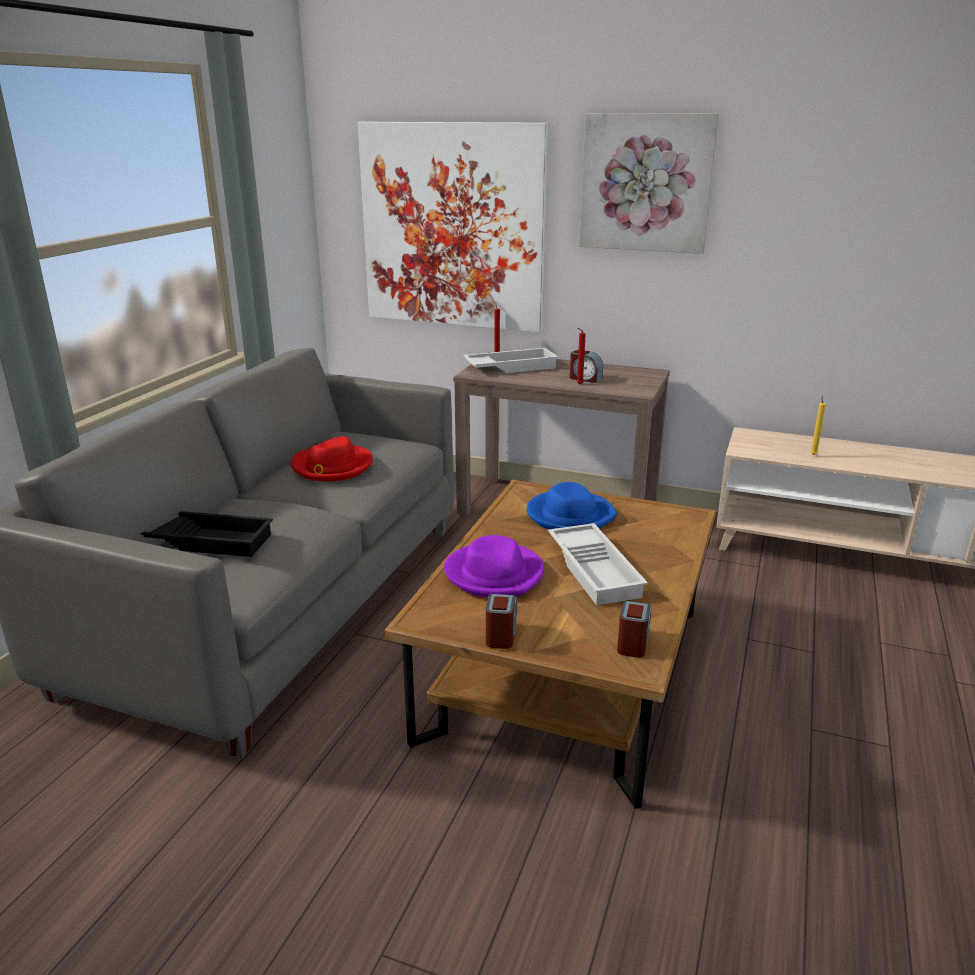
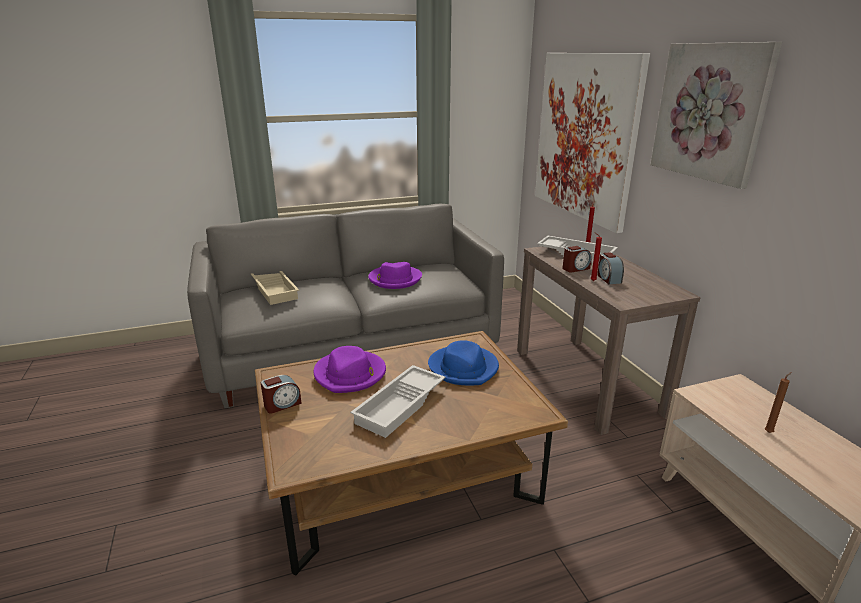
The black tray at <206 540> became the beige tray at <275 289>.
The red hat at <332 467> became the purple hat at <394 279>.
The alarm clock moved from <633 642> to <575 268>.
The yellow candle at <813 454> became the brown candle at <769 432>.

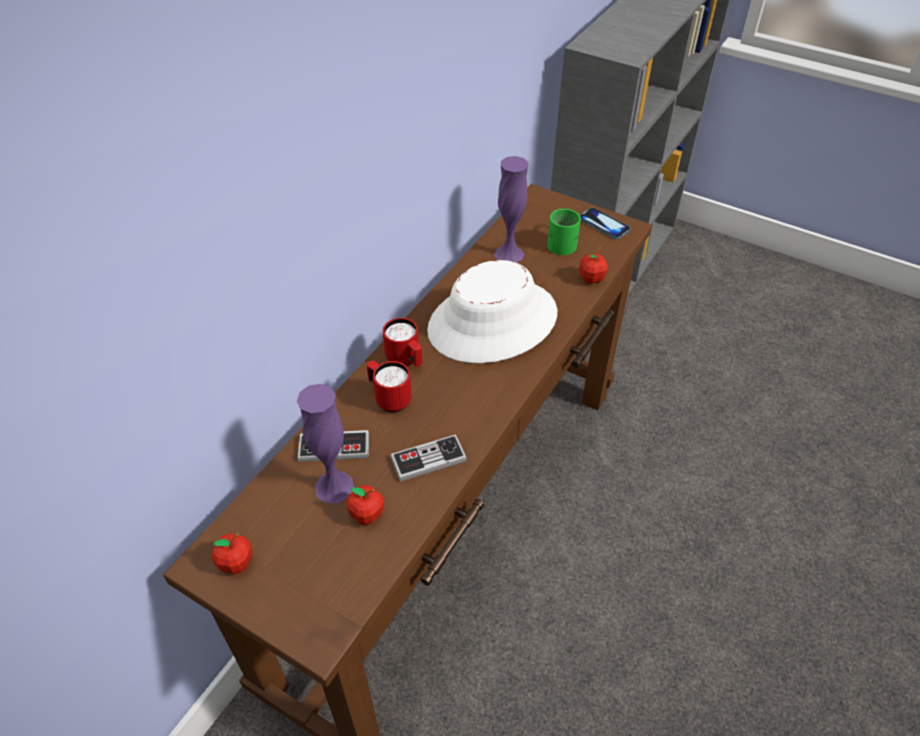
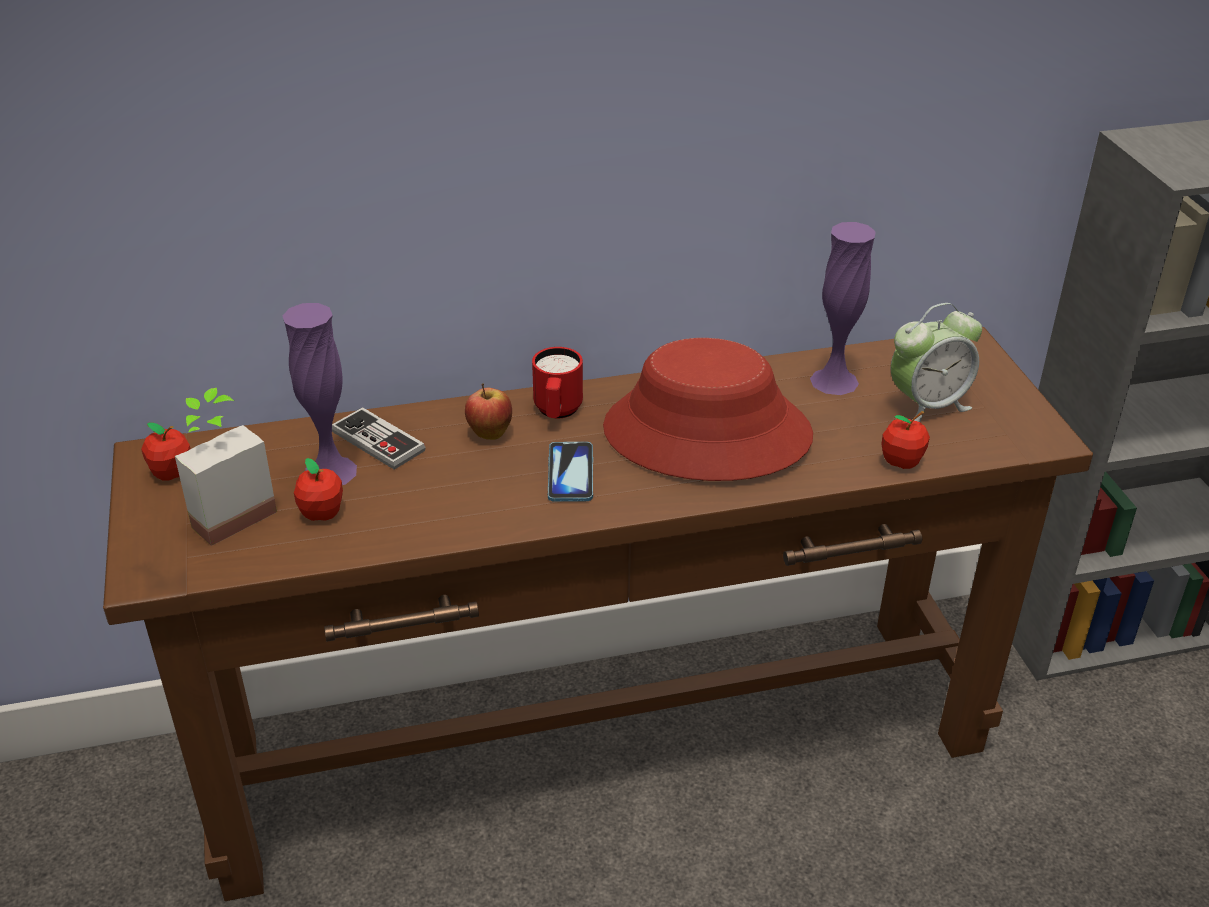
The red mug at <389 399> was replaced by the apple at <489 434>.
The game controller at <428 459> disappeared.
The white hat at <493 322> became the red hat at <706 434>.
The green mug at <563 242> was replaced by the alarm clock at <927 406>.
The phone moved from <604 224> to <570 473>.
The potted plant at <225 512> appeared.

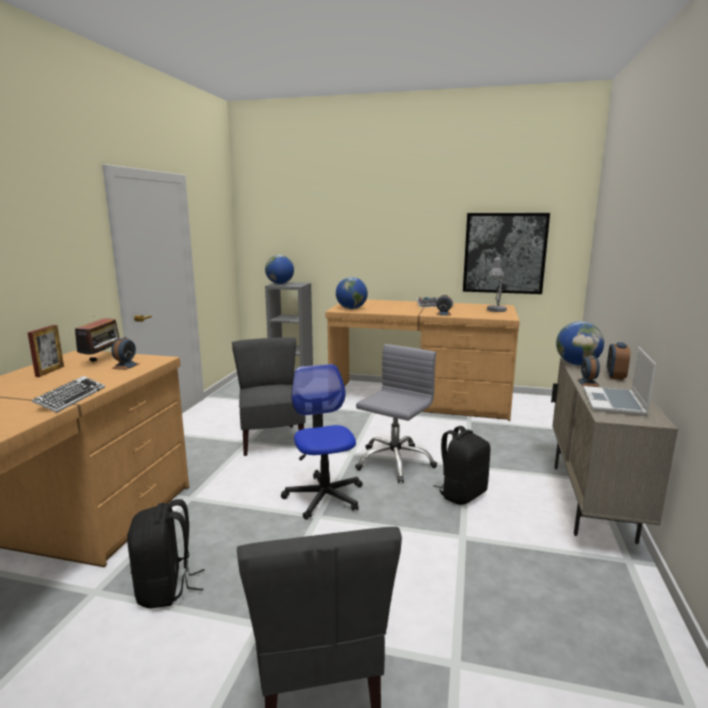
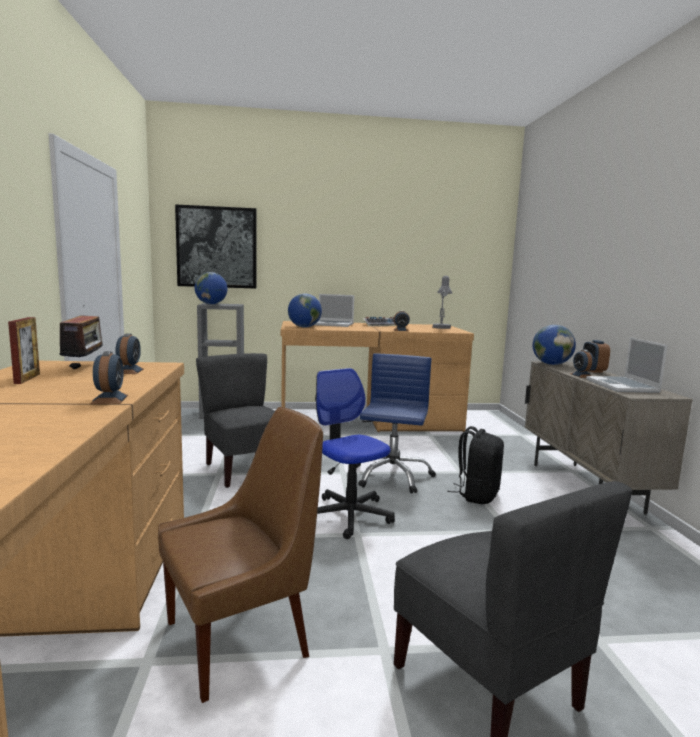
The keyboard at <71 398> was replaced by the alarm clock at <110 399>.
The black backpack at <166 588> was replaced by the brown chair at <242 637>.
The grey office chair at <394 462> became the blue office chair at <391 476>.
The picture moved from <504 253> to <217 247>.
The laptop at <333 324> appeared.

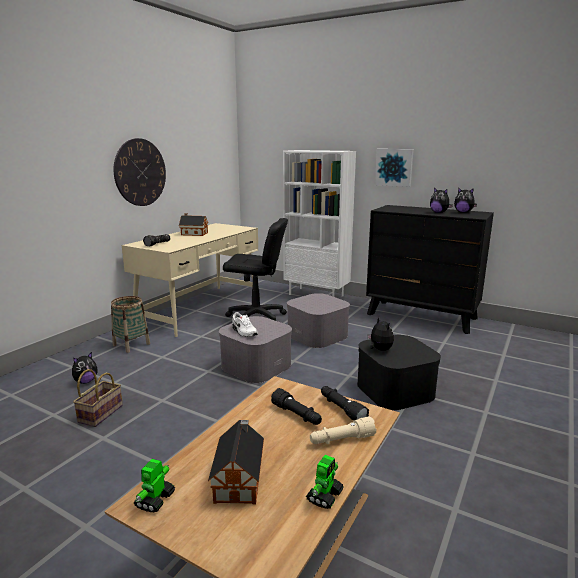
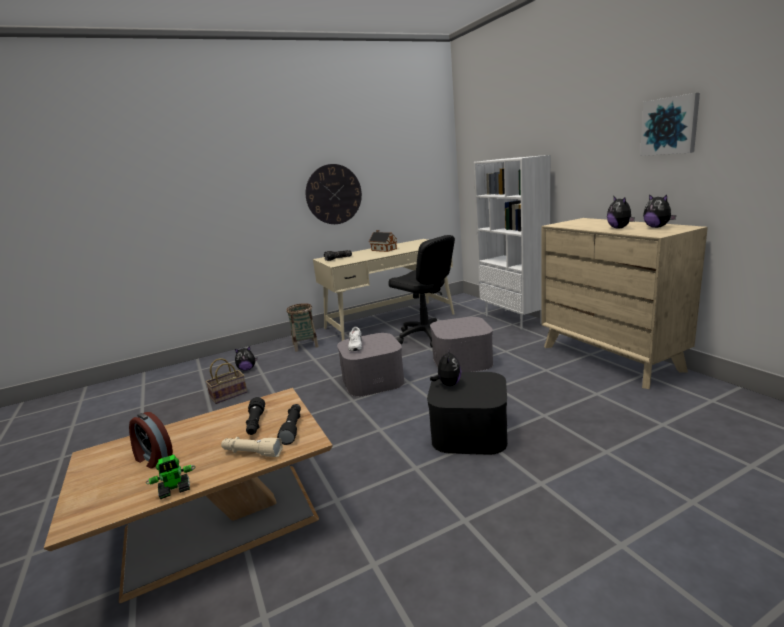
The toy robot at <155 500> disappeared.
The toy house at <239 478> was replaced by the alarm clock at <153 458>.
The black dresser at <421 316> became the beige dresser at <609 358>.
The picture moved from <394 167> to <670 126>.

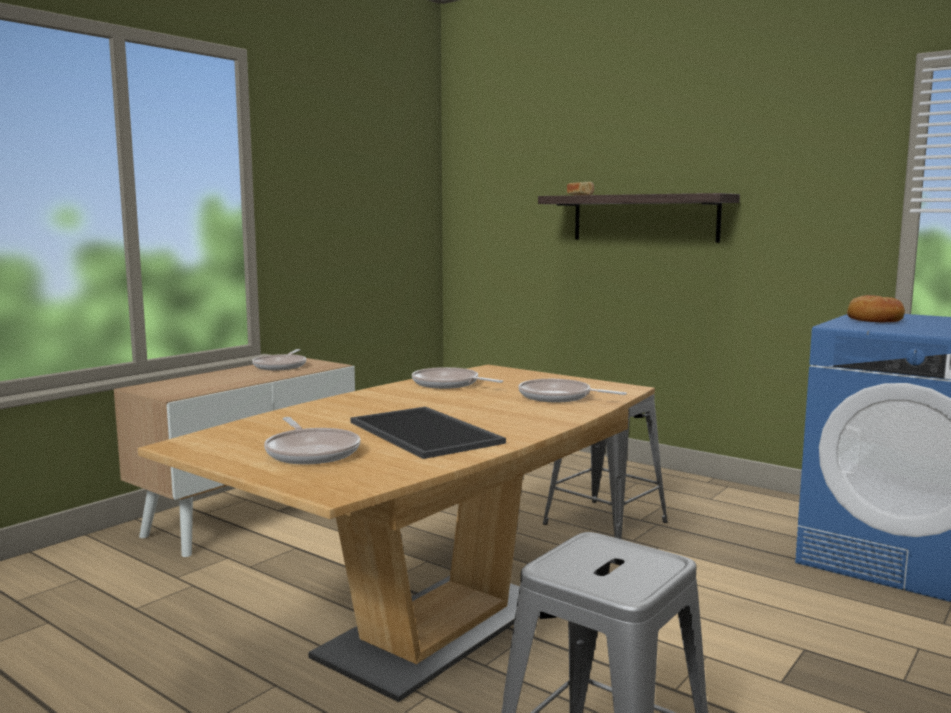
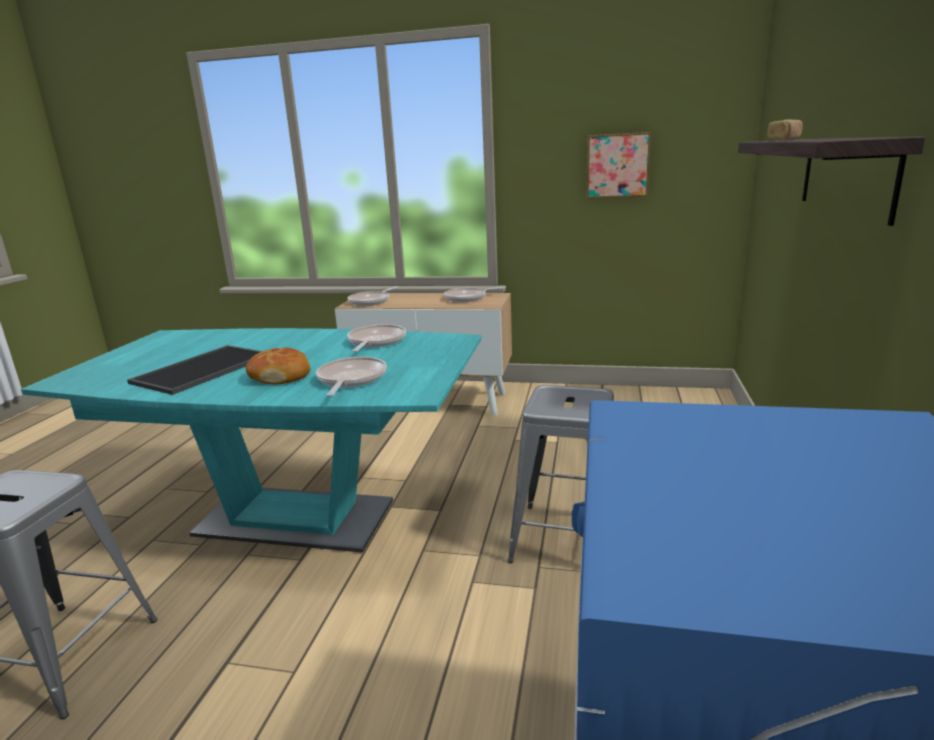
The brown dining table at <436 629> became the turquoise dining table at <295 518>.
The frying pan moved from <311 452> to <371 301>.
The bread moved from <874 320> to <280 376>.
The picture at <617 166> appeared.

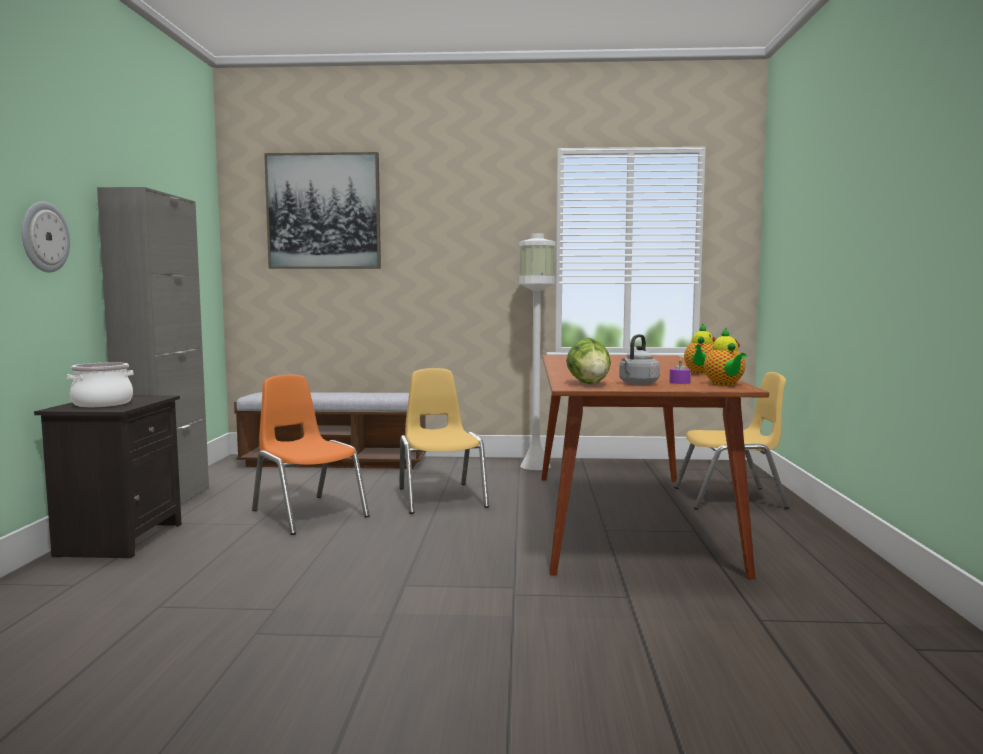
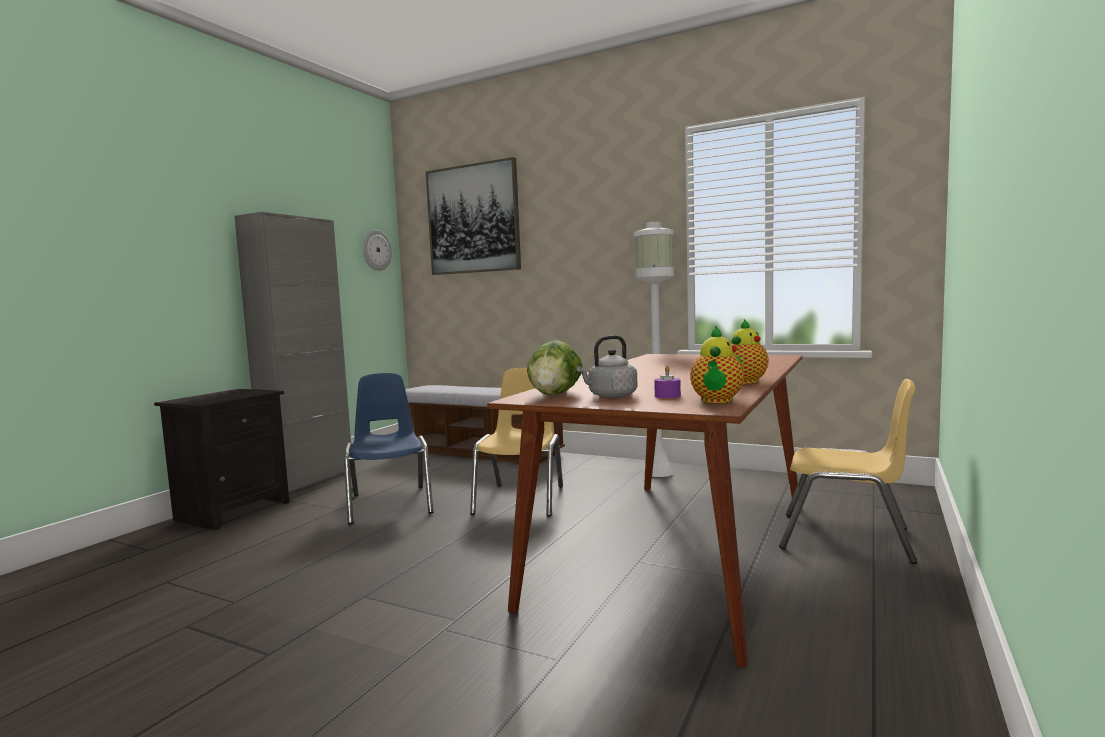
The wall clock moved from <44 237> to <376 250>.
The cooking pot at <102 404> disappeared.
The orange chair at <308 514> became the blue chair at <390 504>.

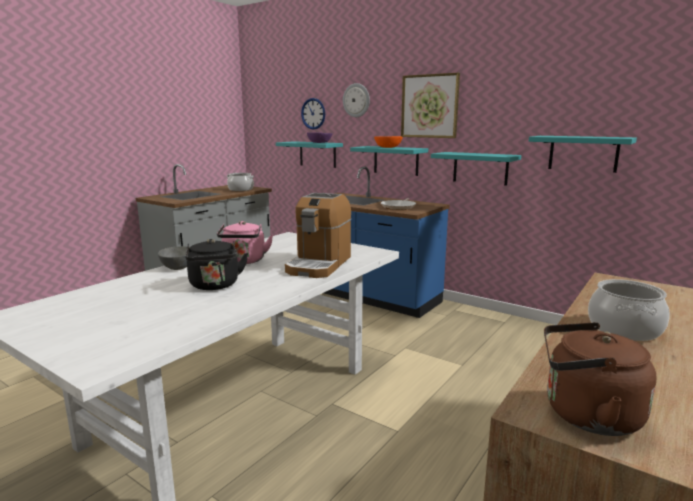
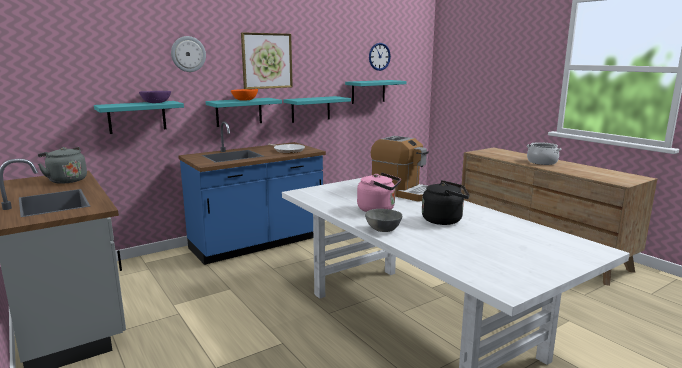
The cooking pot at <241 189> was replaced by the grey kettle at <66 180>.
The wall clock moved from <313 113> to <379 56>.
The brown kettle at <586 415> disappeared.

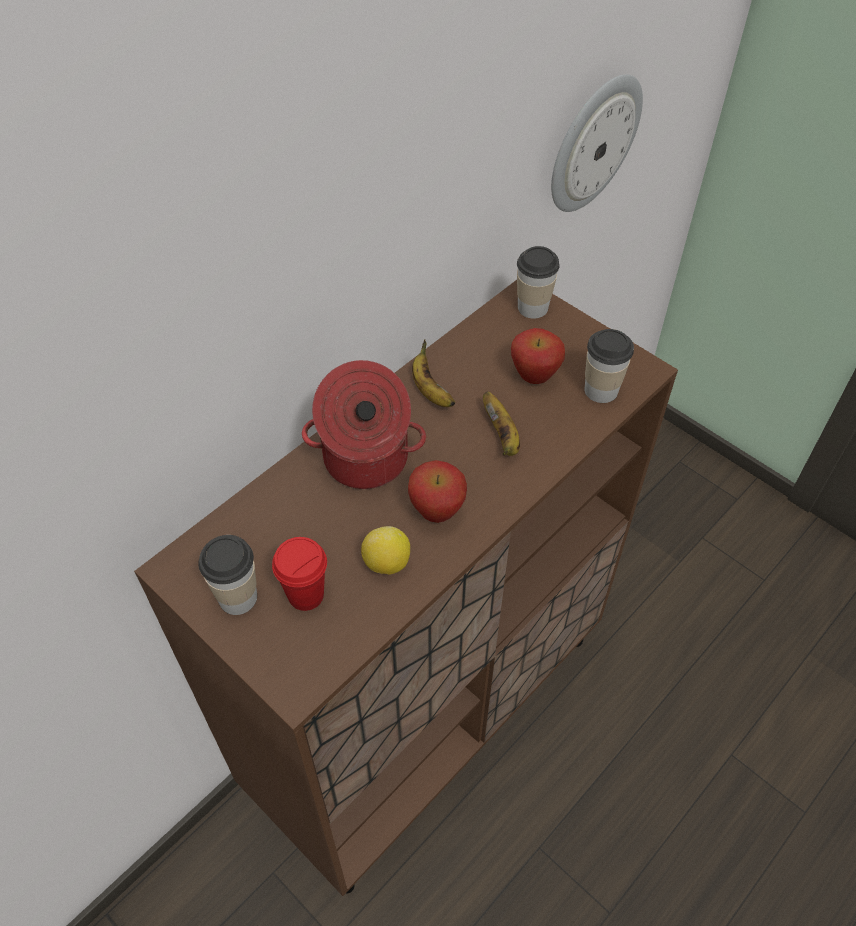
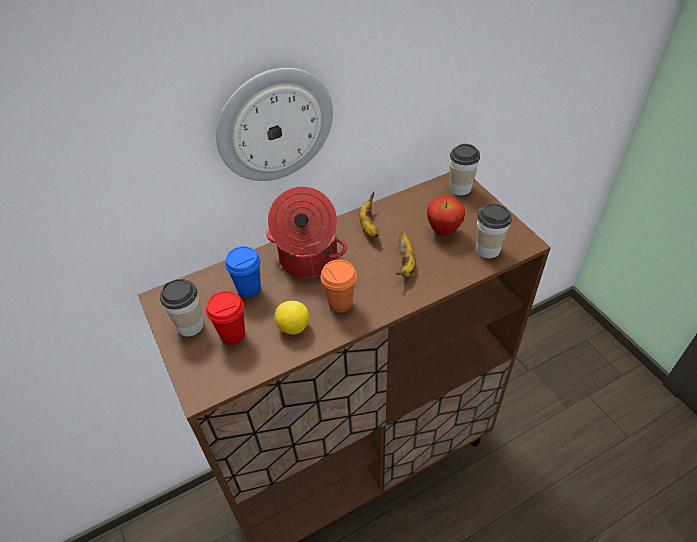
The apple at <437 512> was replaced by the orange cup at <340 303>.
The wall clock moved from <593 143> to <274 125>.
The blue cup at <249 289> appeared.

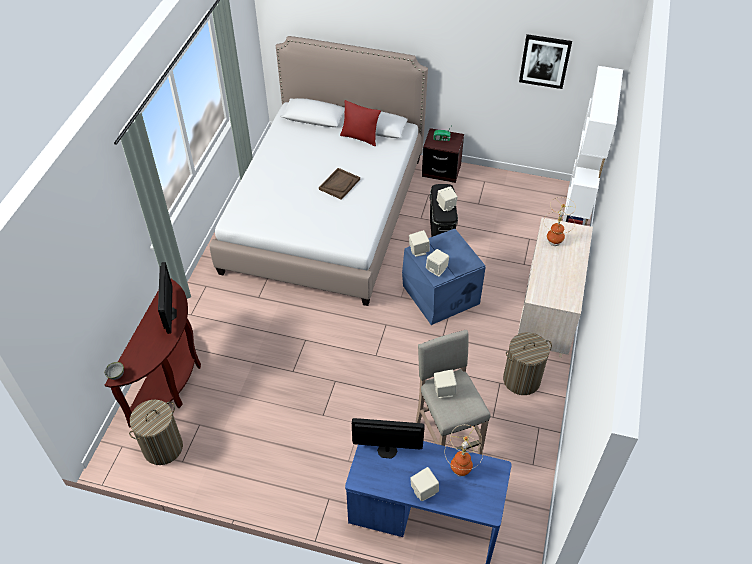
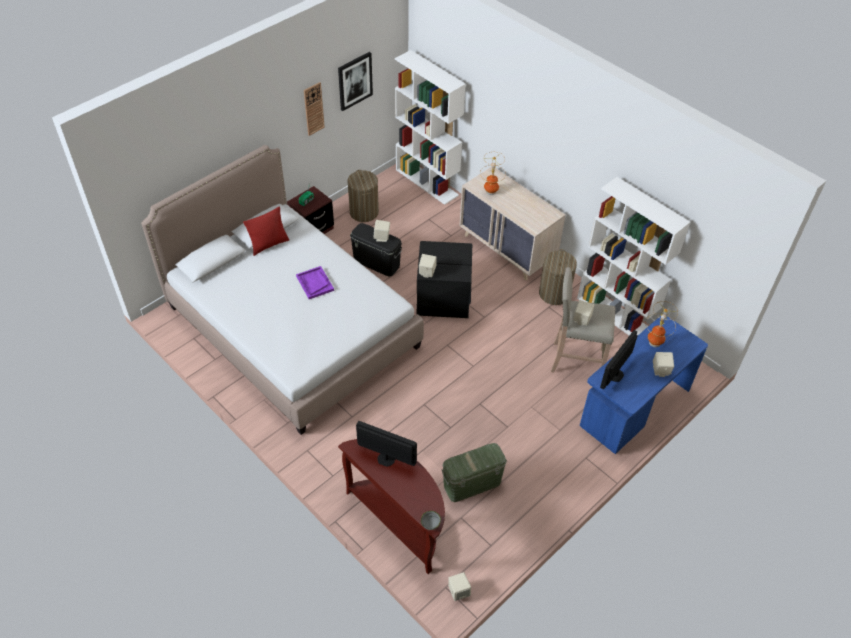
The laundry basket moved from <163 447> to <364 212>.
The brown tray at <339 184> became the purple tray at <315 283>.
The blue storage box at <440 295> became the black storage box at <444 298>.
The beige speaker moved from <437 269> to <459 591>.
The wall clock at <313 109> appeared.
The green storage box at <472 484> appeared.
The white bookcase at <615 314> appeared.

